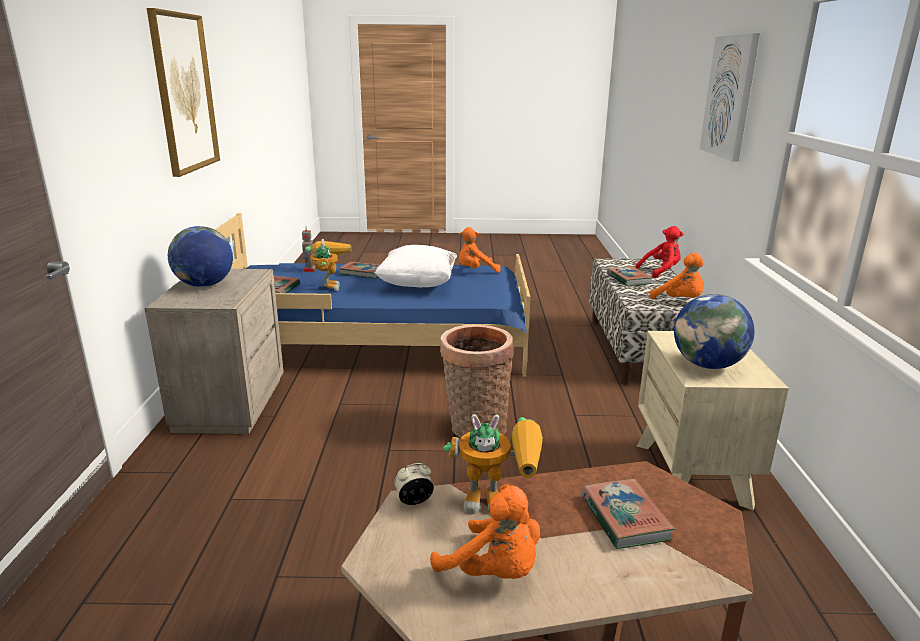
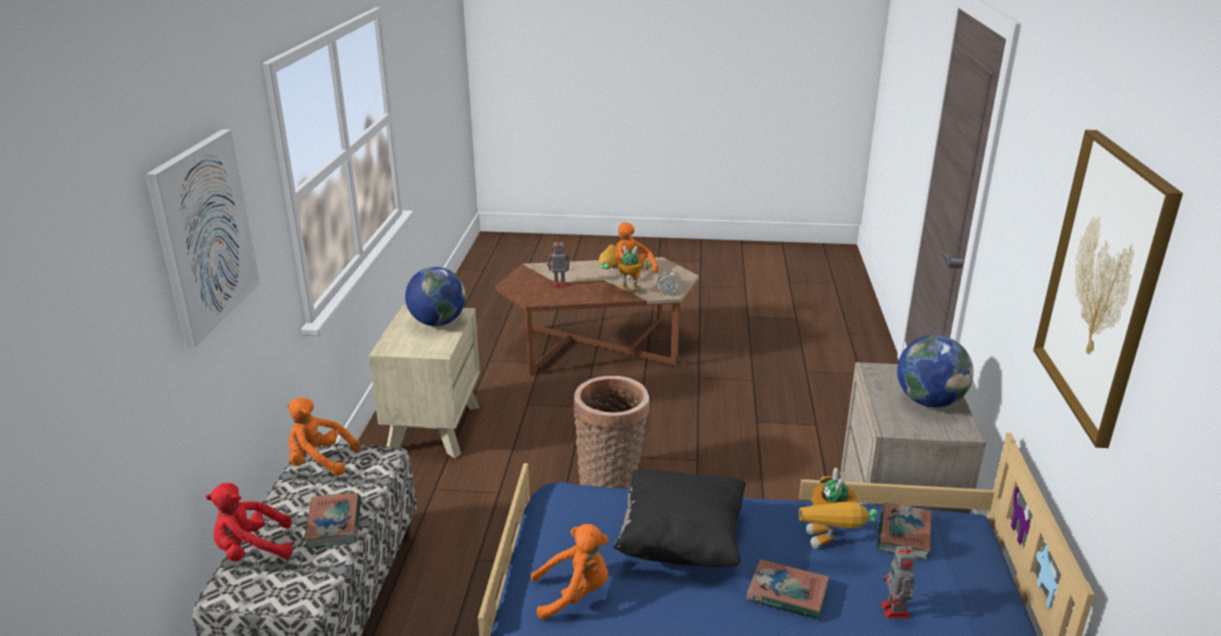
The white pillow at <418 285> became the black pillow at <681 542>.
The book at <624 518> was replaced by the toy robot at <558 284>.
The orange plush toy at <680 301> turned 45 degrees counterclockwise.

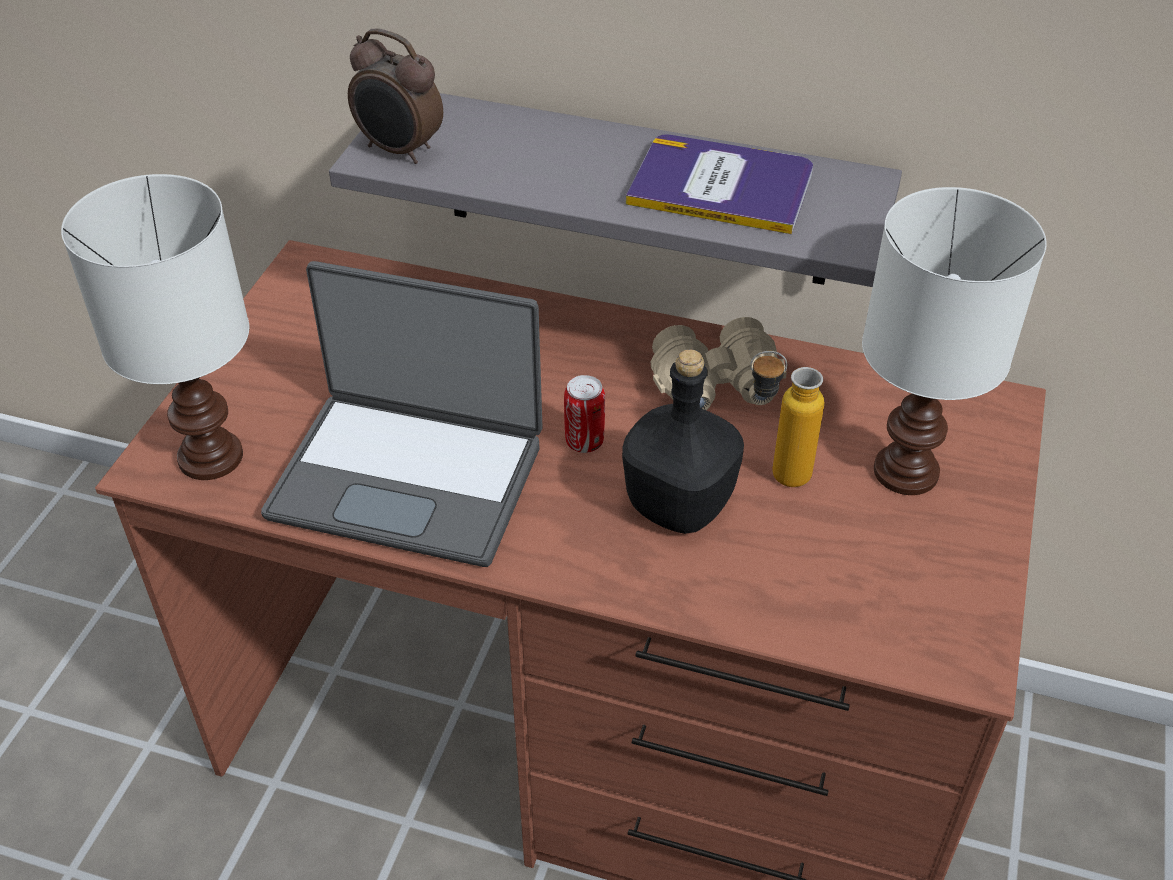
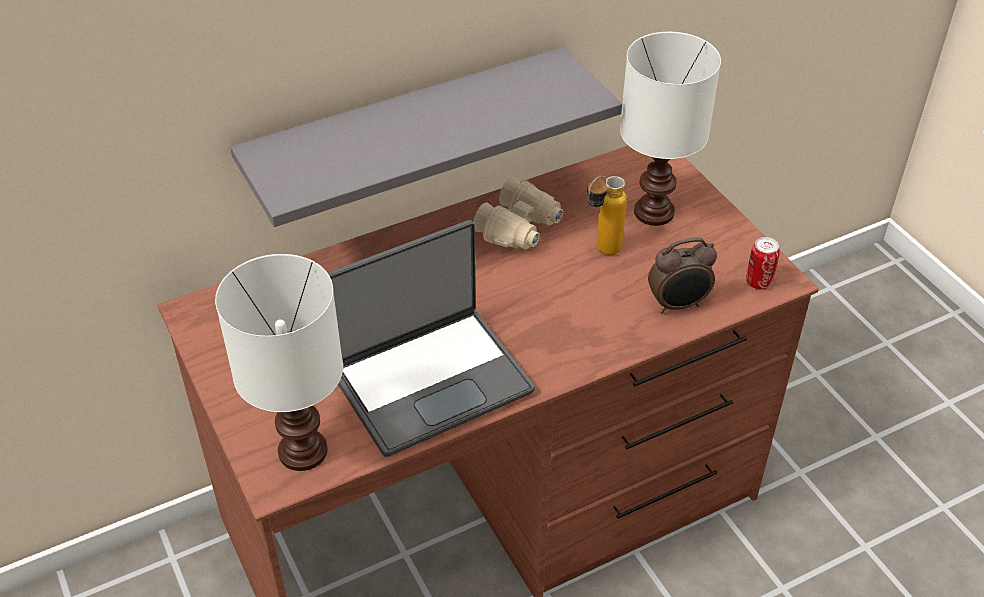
The alarm clock moved from <399 151> to <678 305>.
The can moved from <584 442> to <758 282>.
The black bottle at <681 506> disappeared.
The book at <721 186> disappeared.

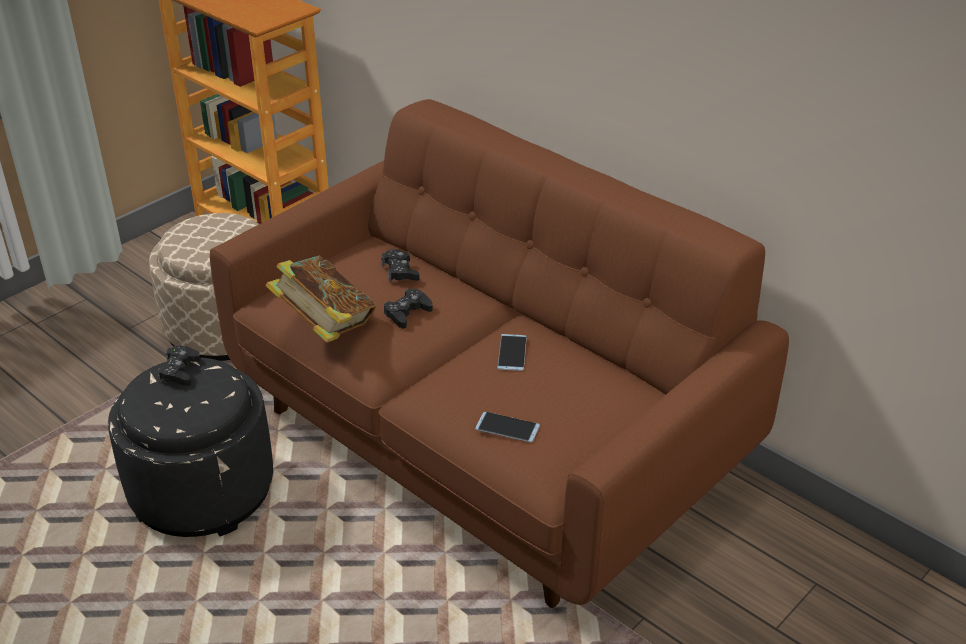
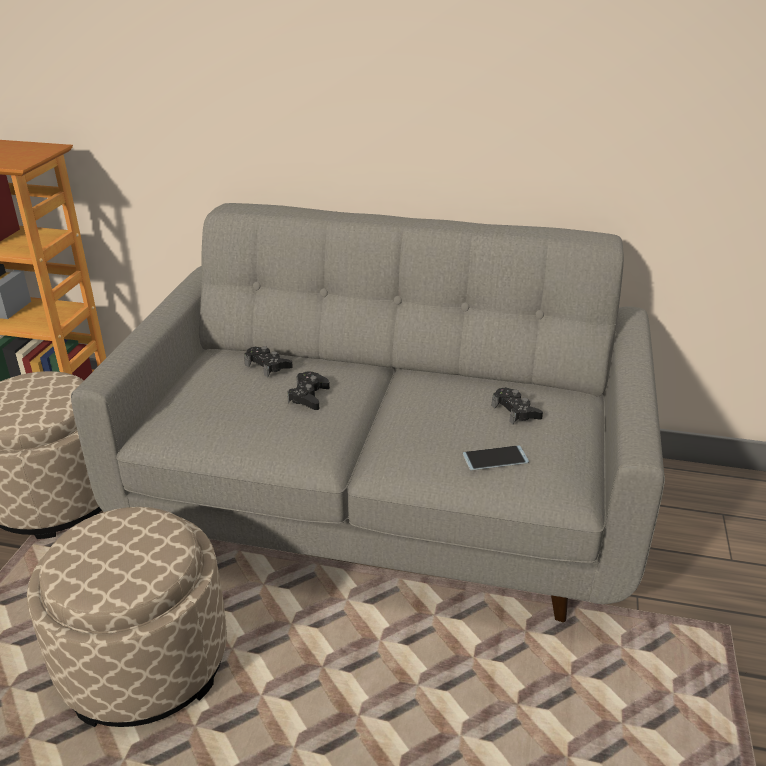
The black ottoman at <202 491> became the beige ottoman at <144 662>.
The black game controller moved from <180 371> to <515 411>.
The brown sofa at <485 441> became the grey sofa at <384 505>.
The book at <325 326> disappeared.
The phone at <512 353> disappeared.

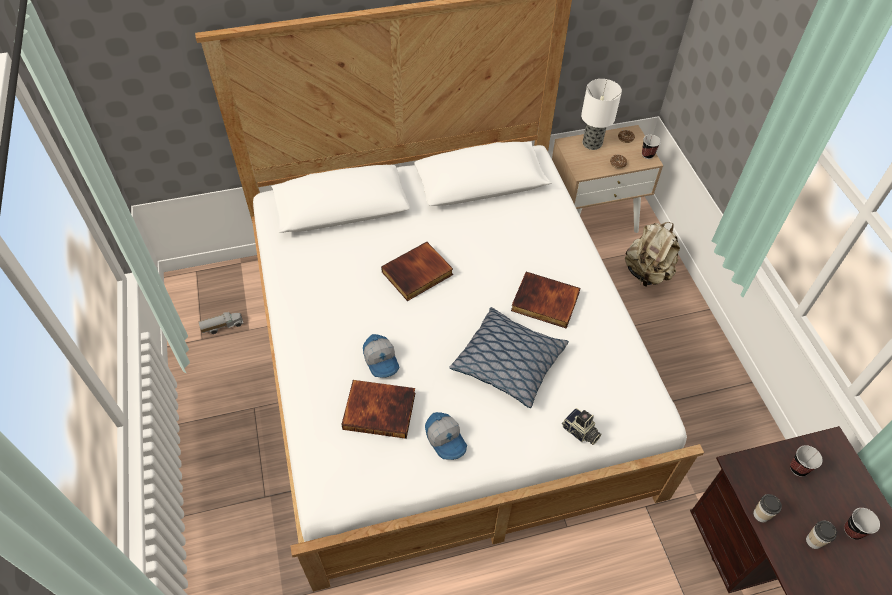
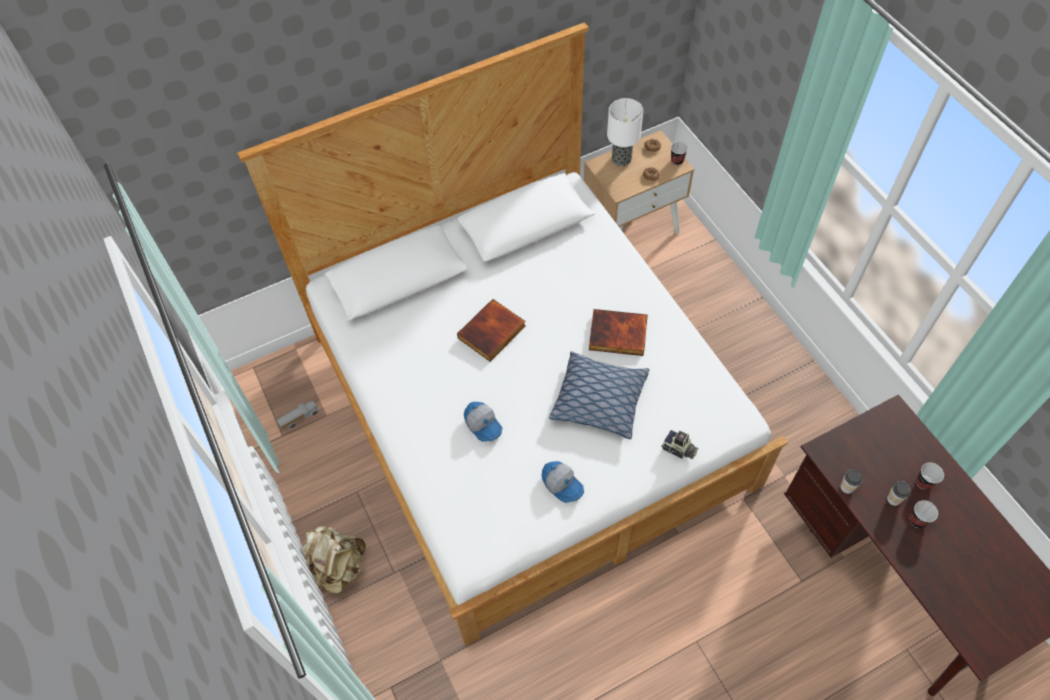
The book at <380 409> disappeared.
The beige backpack moved from <647 273> to <337 567>.
The cup moved from <798 468> to <917 520>.

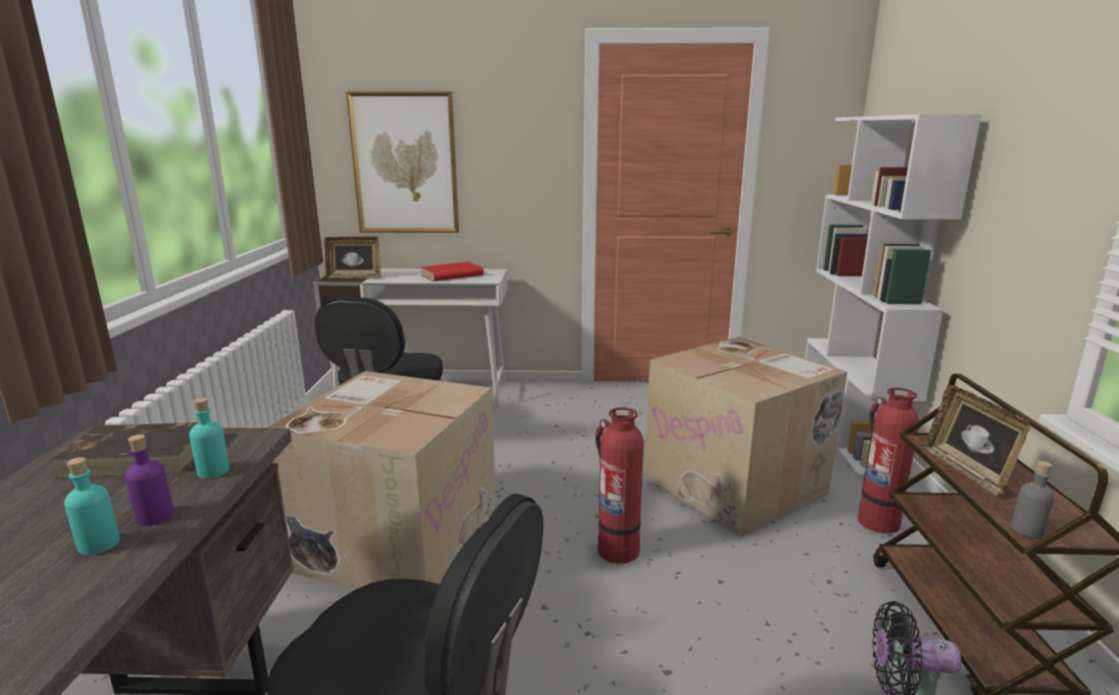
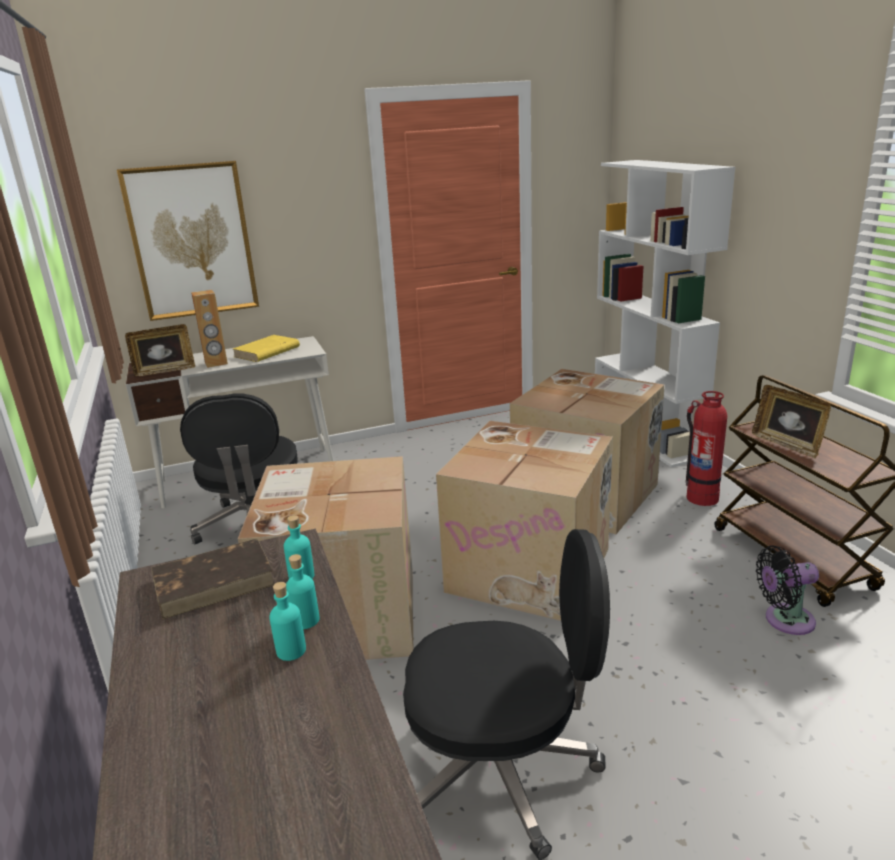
The purple bottle at <155 516> became the turquoise bottle at <305 620>.
The red book at <451 275> became the yellow book at <266 352>.
The fire extinguisher at <617 549> was replaced by the cardboard box at <531 569>.
The grey bottle at <1027 529> disappeared.
The brown speaker at <216 363> appeared.

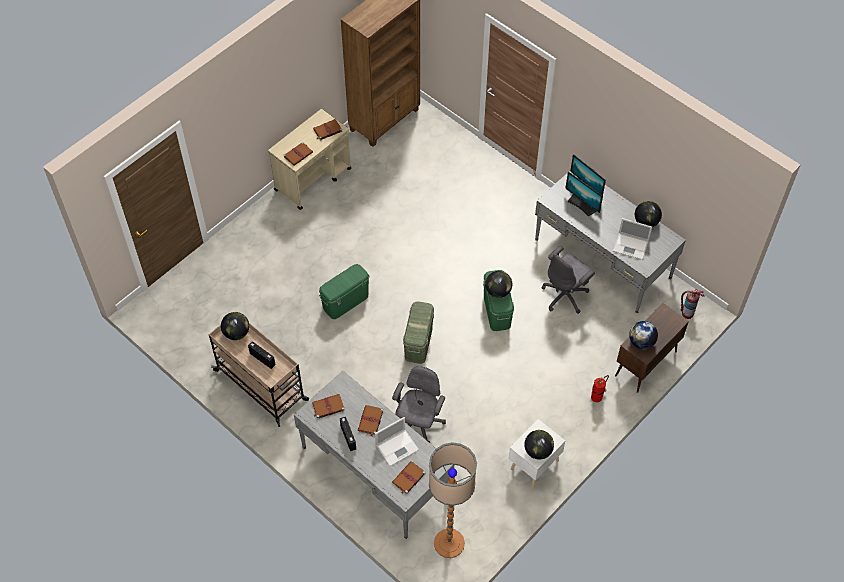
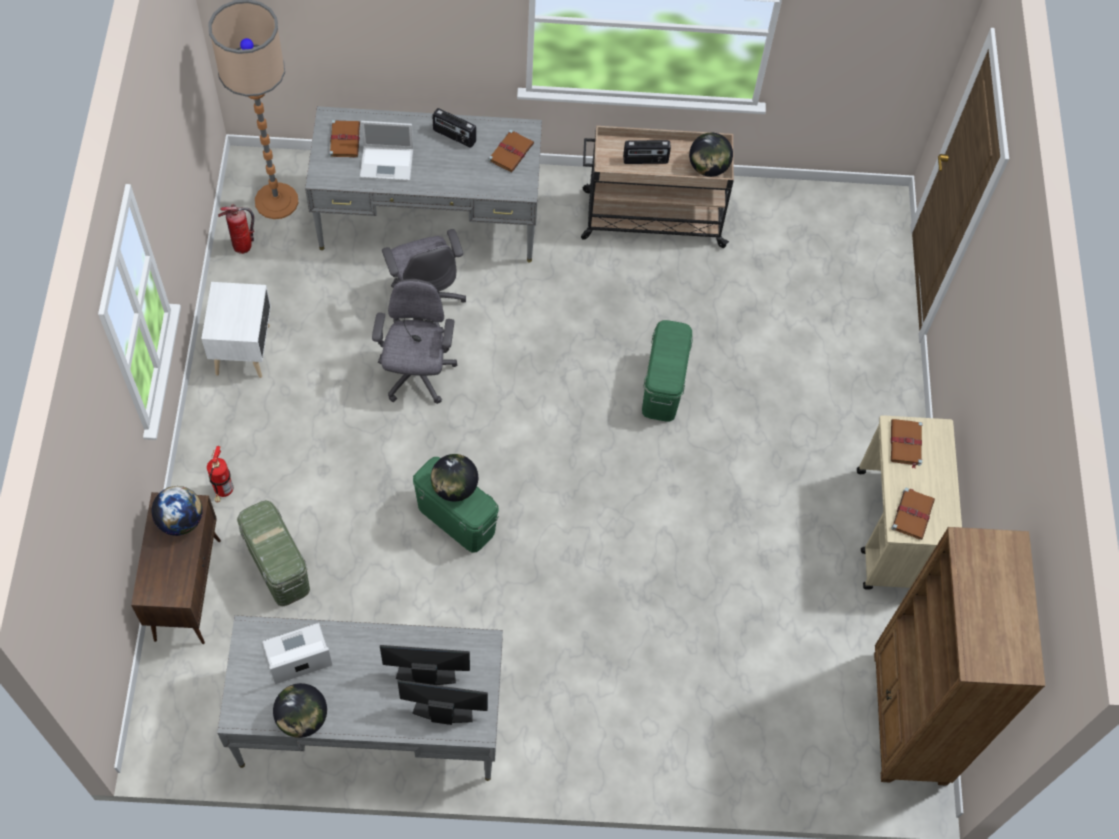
The brown book at <370 421> disappeared.
The laptop at <397 447> turned 105 degrees counterclockwise.
The green storage box moved from <418 342> to <278 567>.
The globe at <538 451> disappeared.
The grey office chair moved from <565 295> to <416 374>.
The fire extinguisher moved from <687 313> to <243 246>.

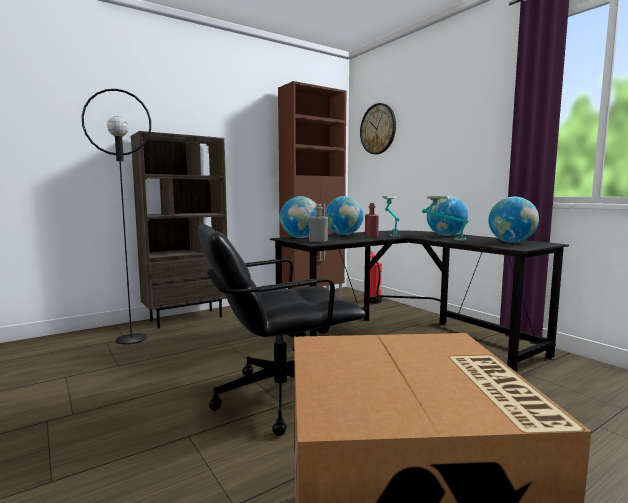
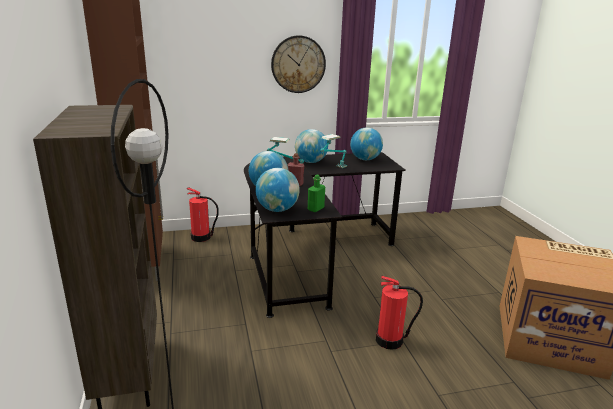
The black office chair at <278 397> was replaced by the fire extinguisher at <390 340>.
The grey bottle at <318 241> became the green bottle at <315 209>.
The wall clock moved from <378 129> to <298 64>.

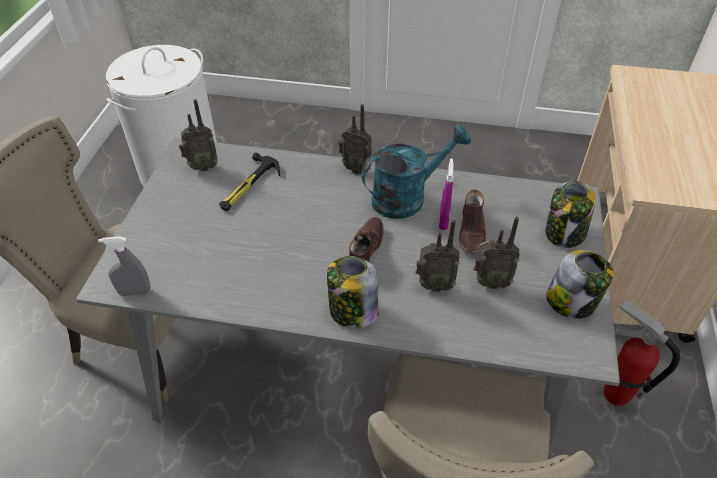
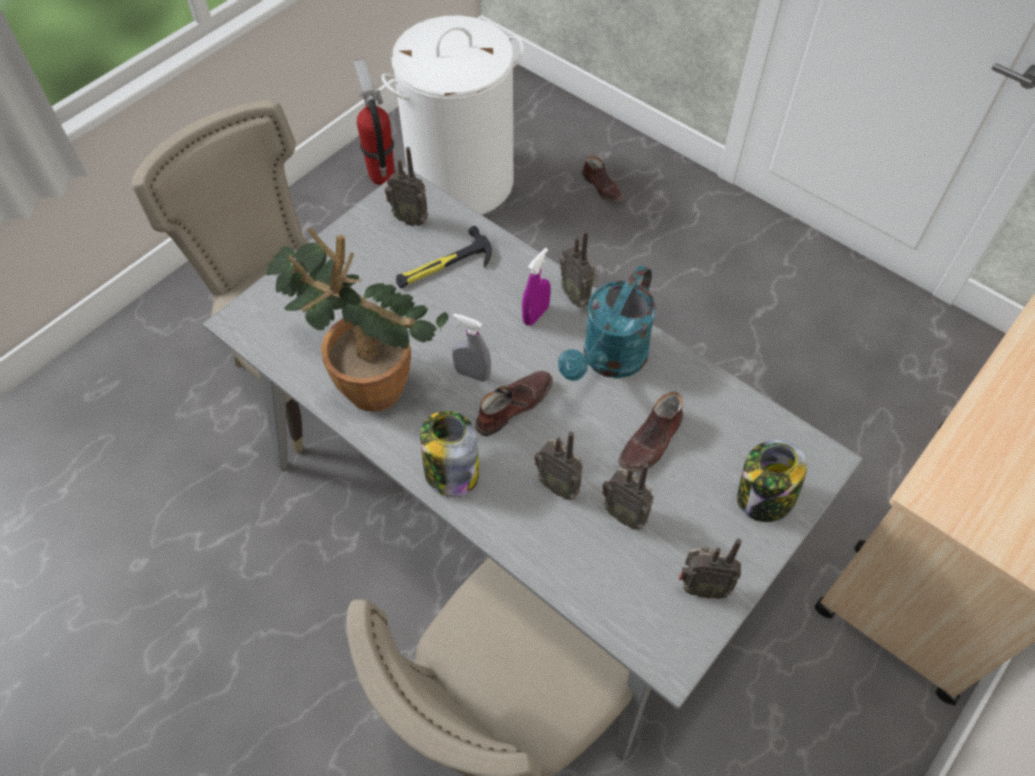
The grey spray bottle moved from <135 292> to <472 374>.
The turquoise watering can at <407 197> turned 120 degrees clockwise.
The purple spray bottle moved from <443 221> to <535 315>.
The jar at <571 302> was replaced by the radio at <701 586>.
The fire extinguisher moved from <614 394> to <382 176>.
The potted plant at <367 377> appeared.
The brown shoe at <603 187> appeared.

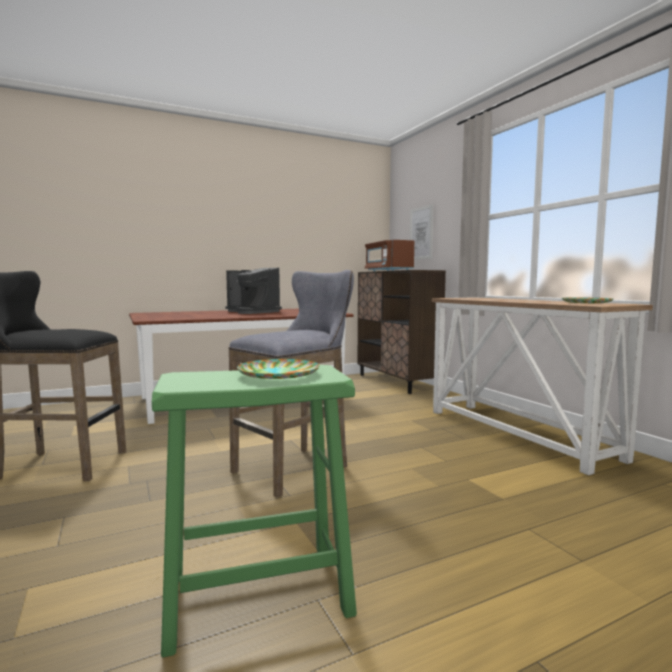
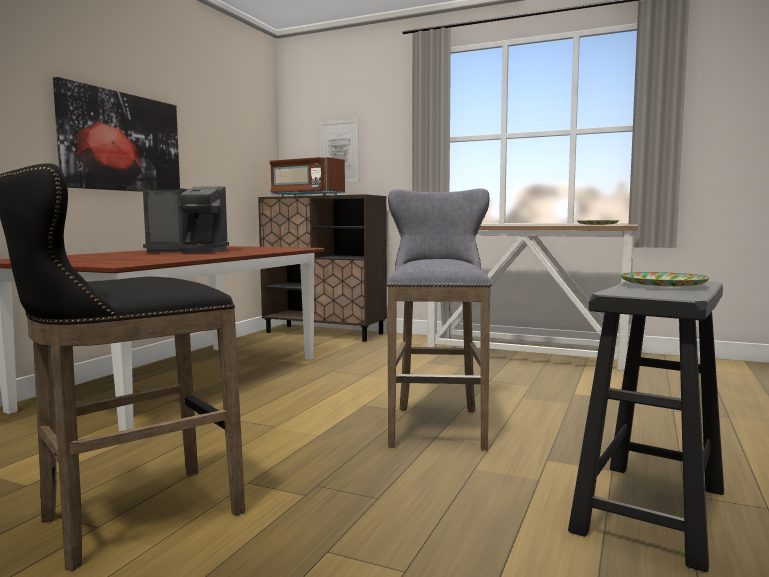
The green stool at <256 594> became the black stool at <650 511>.
The picture at <122 142> appeared.

